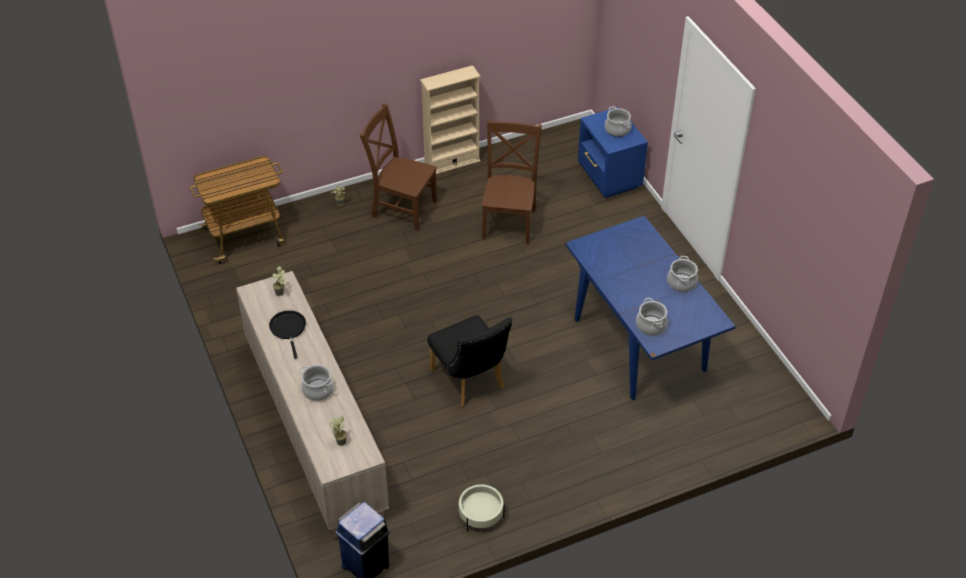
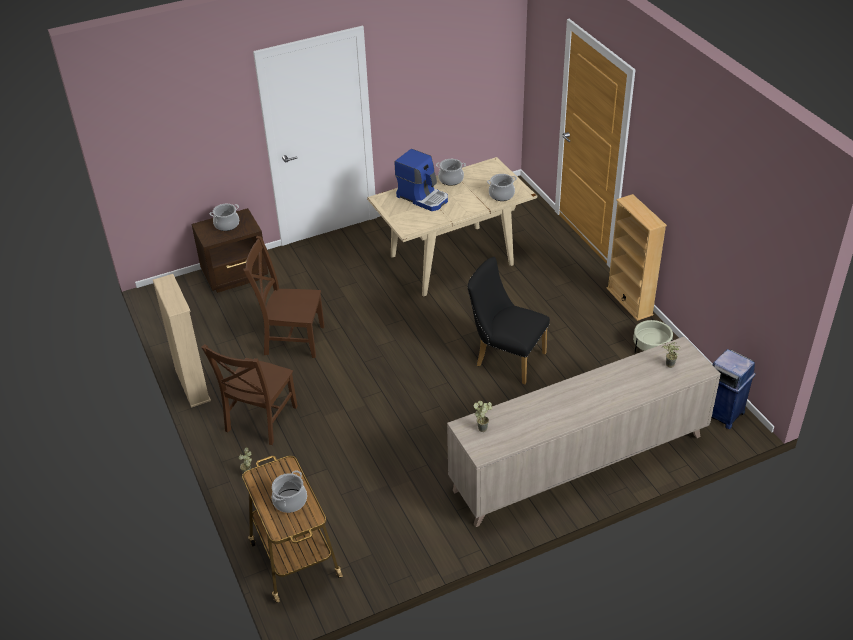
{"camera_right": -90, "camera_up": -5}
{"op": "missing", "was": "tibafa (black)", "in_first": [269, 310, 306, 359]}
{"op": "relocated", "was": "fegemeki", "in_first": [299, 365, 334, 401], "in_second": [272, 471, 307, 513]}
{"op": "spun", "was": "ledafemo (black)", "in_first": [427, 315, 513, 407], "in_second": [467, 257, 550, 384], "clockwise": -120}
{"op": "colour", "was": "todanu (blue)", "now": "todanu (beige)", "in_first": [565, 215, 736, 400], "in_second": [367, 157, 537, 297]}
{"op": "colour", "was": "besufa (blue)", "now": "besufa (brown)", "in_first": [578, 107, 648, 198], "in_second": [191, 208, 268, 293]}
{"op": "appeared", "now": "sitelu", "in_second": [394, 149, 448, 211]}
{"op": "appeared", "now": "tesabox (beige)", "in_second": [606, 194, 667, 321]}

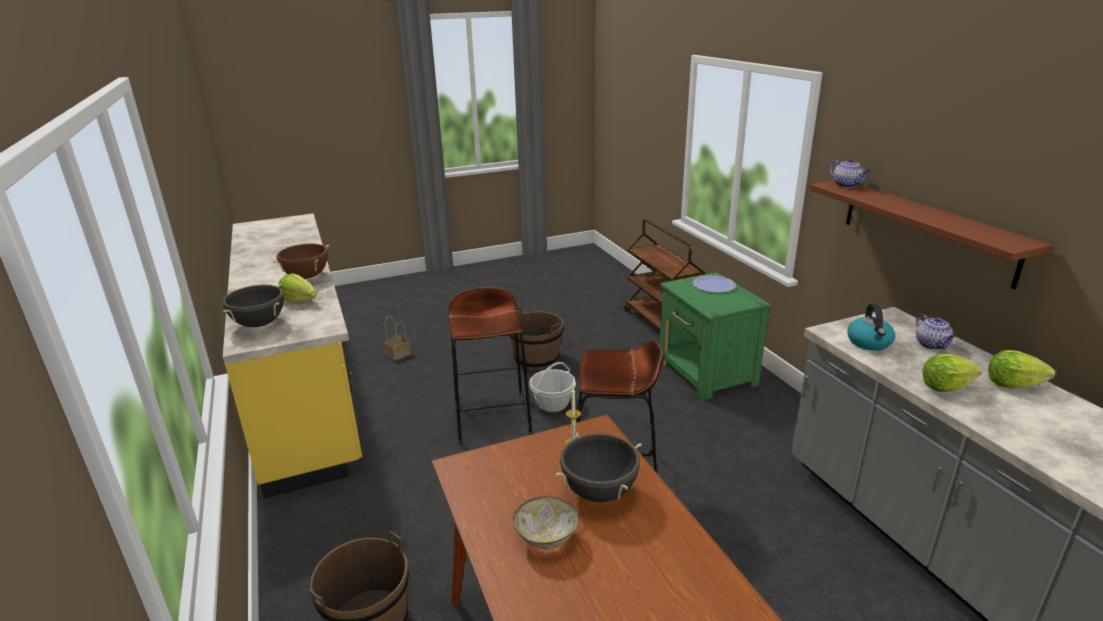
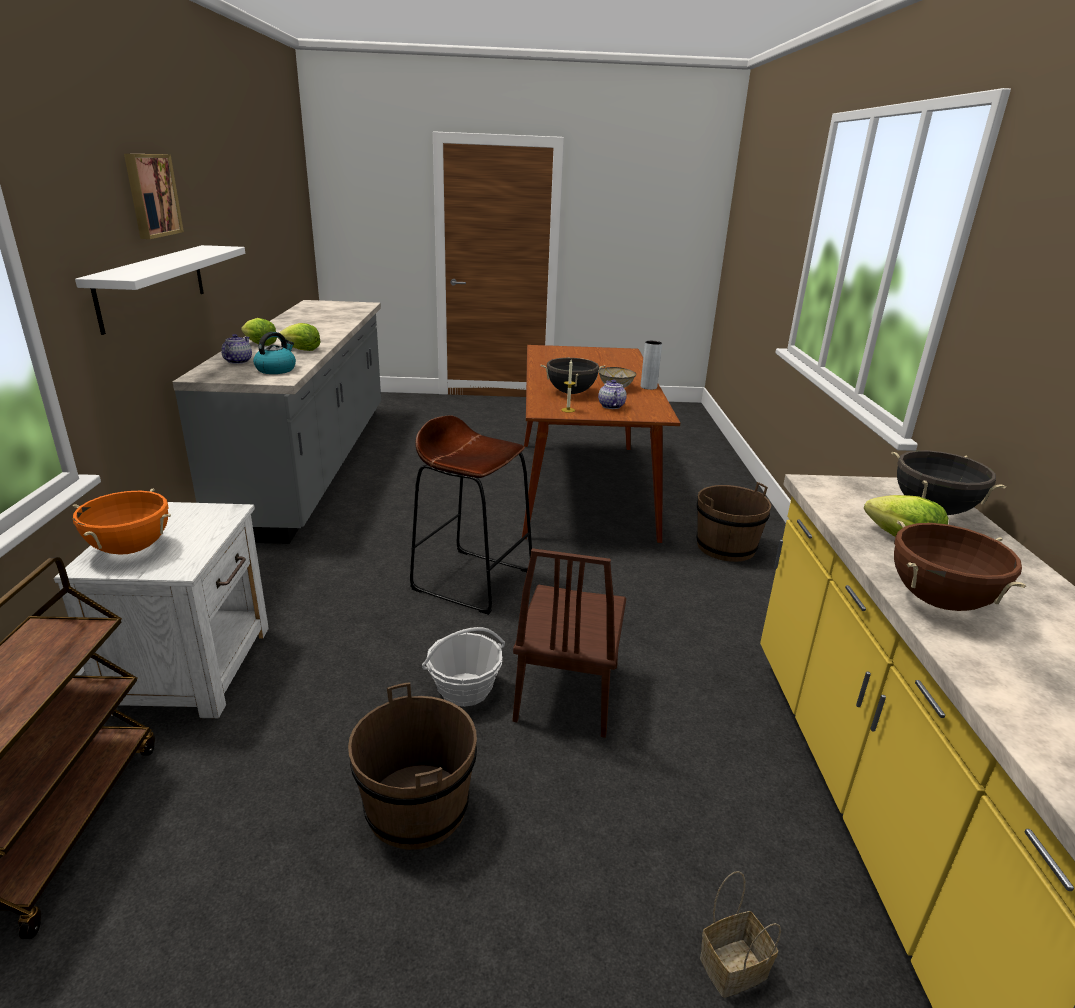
{"camera_right": -160, "camera_up": 0}
{"op": "exchanged", "was": "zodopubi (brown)", "now": "ledafemo (brown)", "in_first": [448, 287, 532, 444], "in_second": [513, 548, 626, 738]}
{"op": "colour", "was": "besufa (green)", "now": "besufa (white)", "in_first": [660, 272, 771, 401], "in_second": [54, 502, 269, 719]}
{"op": "exchanged", "was": "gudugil", "now": "fegemeki (orange)", "in_first": [693, 276, 736, 293], "in_second": [73, 488, 171, 554]}
{"op": "colour", "was": "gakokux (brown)", "now": "gakokux (white)", "in_first": [809, 181, 1052, 289], "in_second": [75, 245, 245, 335]}
{"op": "relocated", "was": "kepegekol", "in_first": [829, 158, 871, 188], "in_second": [598, 380, 627, 409]}
{"op": "appeared", "now": "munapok", "in_second": [124, 154, 184, 239]}
{"op": "appeared", "now": "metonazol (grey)", "in_second": [641, 341, 662, 390]}

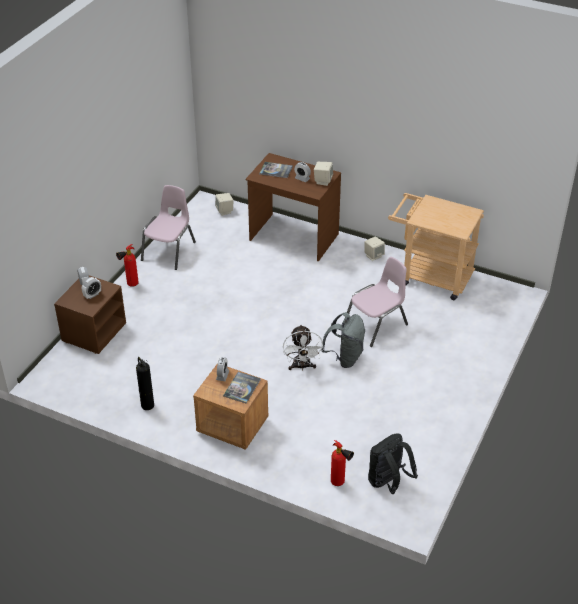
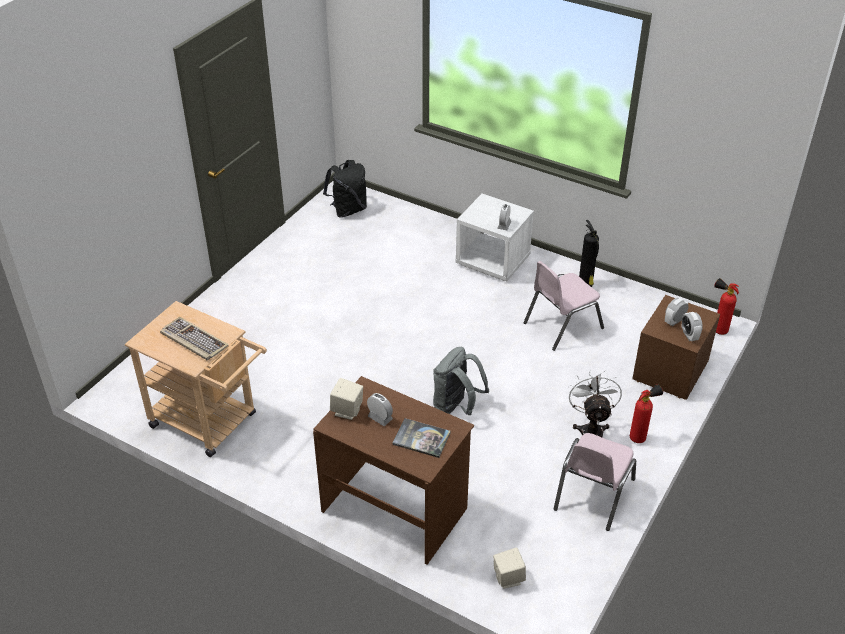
{"camera_right": -175, "camera_up": 0}
{"op": "colour", "was": "besufa (brown)", "now": "besufa (white)", "in_first": [193, 363, 268, 450], "in_second": [456, 194, 534, 281]}
{"op": "missing", "was": "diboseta", "in_first": [223, 372, 261, 404]}
{"op": "relocated", "was": "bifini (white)", "in_first": [283, 325, 324, 371], "in_second": [568, 370, 622, 437]}
{"op": "relocated", "was": "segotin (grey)", "in_first": [322, 312, 365, 368], "in_second": [433, 347, 489, 415]}
{"op": "relocated", "was": "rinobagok", "in_first": [331, 440, 354, 486], "in_second": [714, 278, 739, 335]}
{"op": "relocated", "was": "ledafemo (pink)", "in_first": [344, 257, 408, 347], "in_second": [524, 261, 604, 351]}
{"op": "missing", "was": "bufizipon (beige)", "in_first": [364, 237, 385, 261]}
{"op": "appeared", "now": "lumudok", "in_second": [160, 317, 229, 360]}

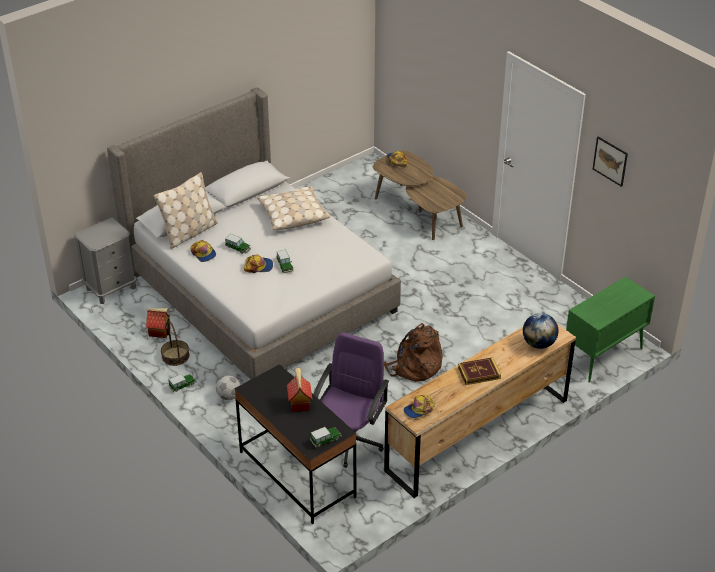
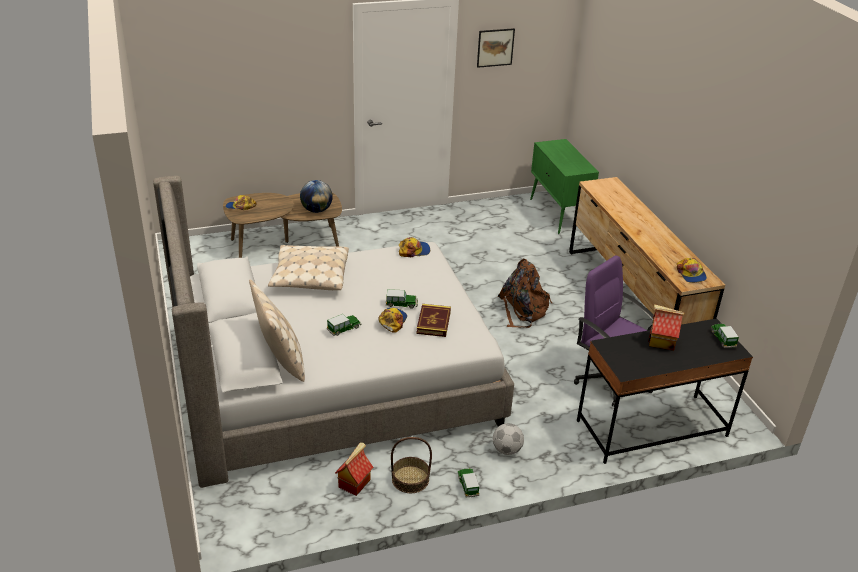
{"camera_right": -70, "camera_up": -5}
{"op": "missing", "was": "besufa (grey)", "in_first": [74, 217, 137, 304]}
{"op": "relocated", "was": "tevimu", "in_first": [190, 240, 216, 262], "in_second": [399, 237, 430, 257]}
{"op": "relocated", "was": "diboseta", "in_first": [458, 357, 501, 385], "in_second": [416, 304, 451, 337]}
{"op": "relocated", "was": "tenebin", "in_first": [523, 313, 558, 349], "in_second": [300, 180, 333, 213]}

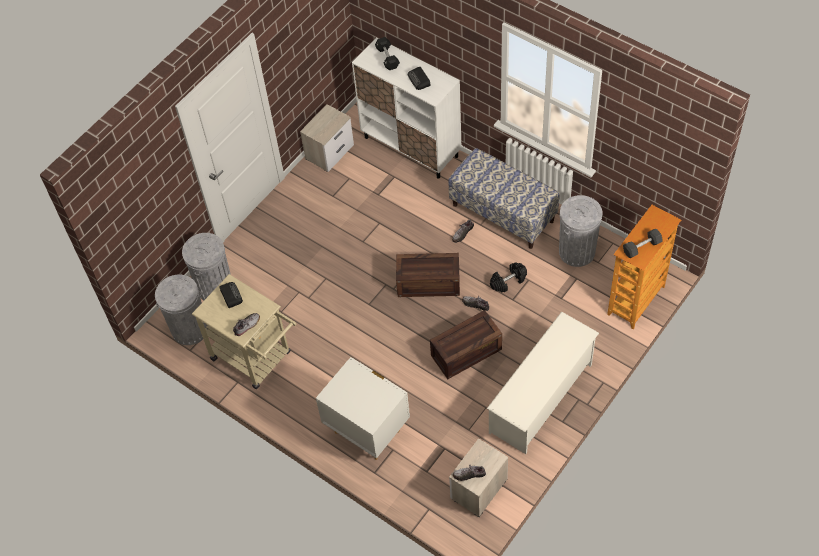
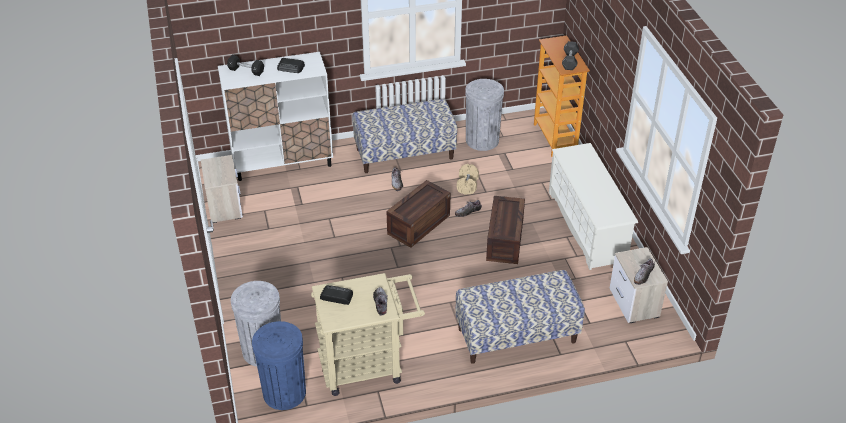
{"camera_right": -55, "camera_up": -15}
{"op": "colour", "was": "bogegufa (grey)", "now": "bogegufa (blue)", "in_first": [155, 274, 207, 345], "in_second": [252, 321, 306, 410]}
{"op": "exchanged", "was": "besufa (white)", "now": "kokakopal", "in_first": [316, 357, 410, 460], "in_second": [456, 270, 585, 364]}
{"op": "colour", "was": "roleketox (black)", "now": "roleketox (beige)", "in_first": [490, 263, 527, 292], "in_second": [457, 164, 479, 195]}

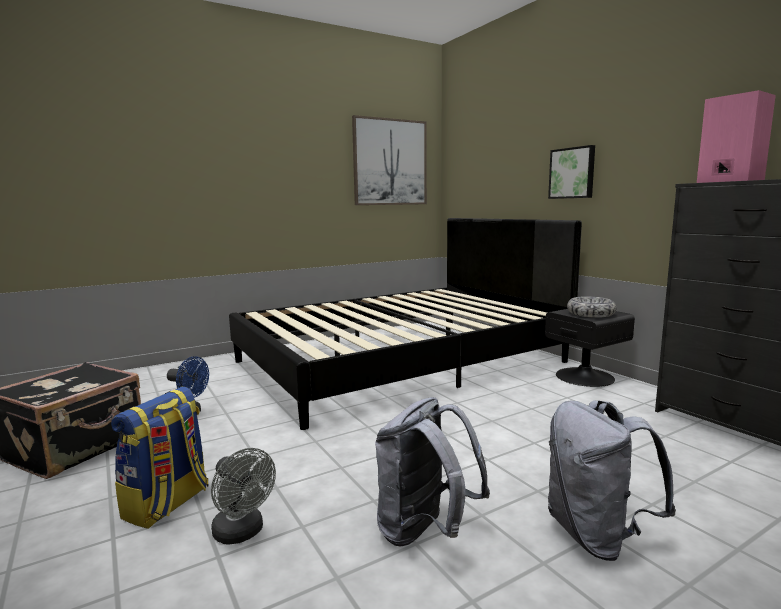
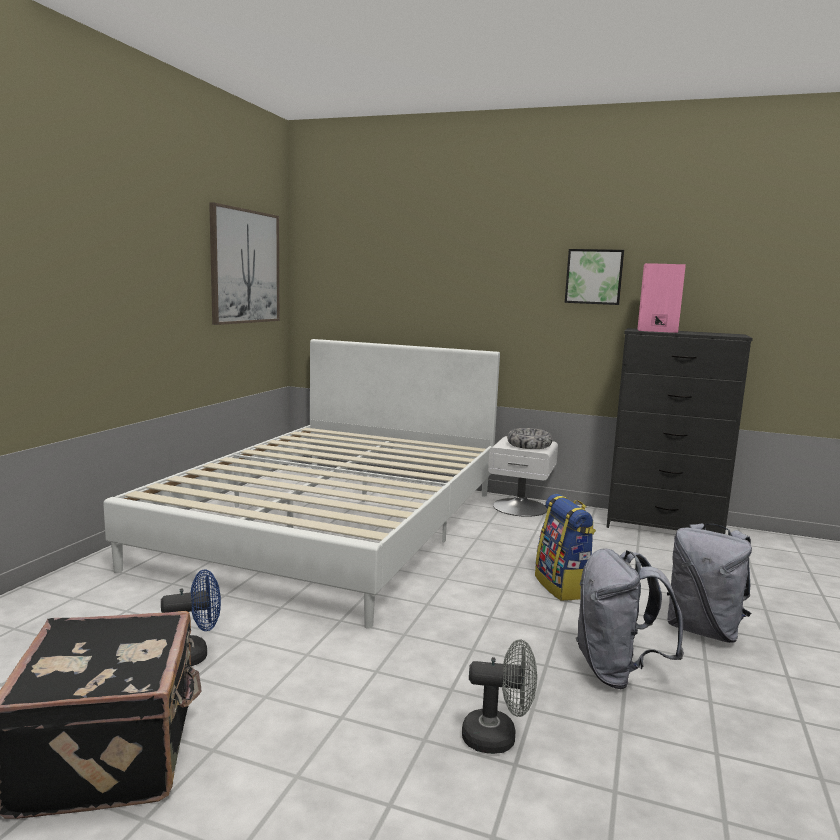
{"camera_right": -40, "camera_up": 0}
{"op": "relocated", "was": "segotin", "in_first": [111, 387, 208, 529], "in_second": [535, 494, 596, 601]}
{"op": "colour", "was": "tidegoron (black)", "now": "tidegoron (white)", "in_first": [229, 218, 582, 430], "in_second": [103, 339, 500, 628]}
{"op": "colour", "was": "besufa (black)", "now": "besufa (white)", "in_first": [545, 309, 635, 387], "in_second": [488, 436, 558, 517]}
{"op": "relocated", "was": "munapok", "in_first": [548, 145, 595, 199], "in_second": [565, 249, 624, 305]}

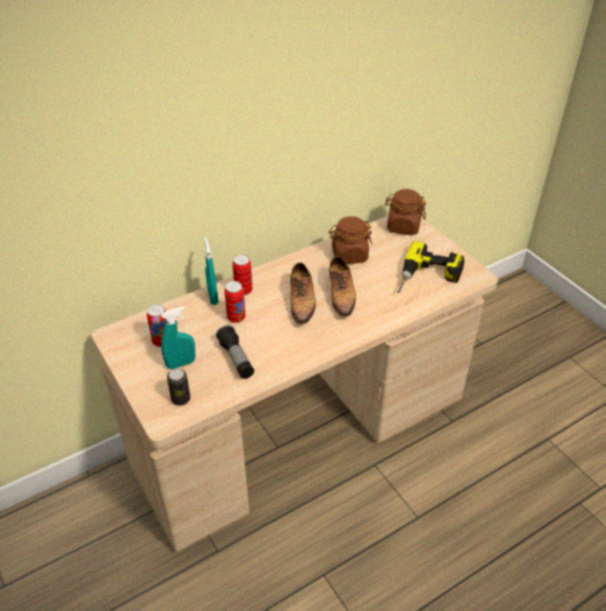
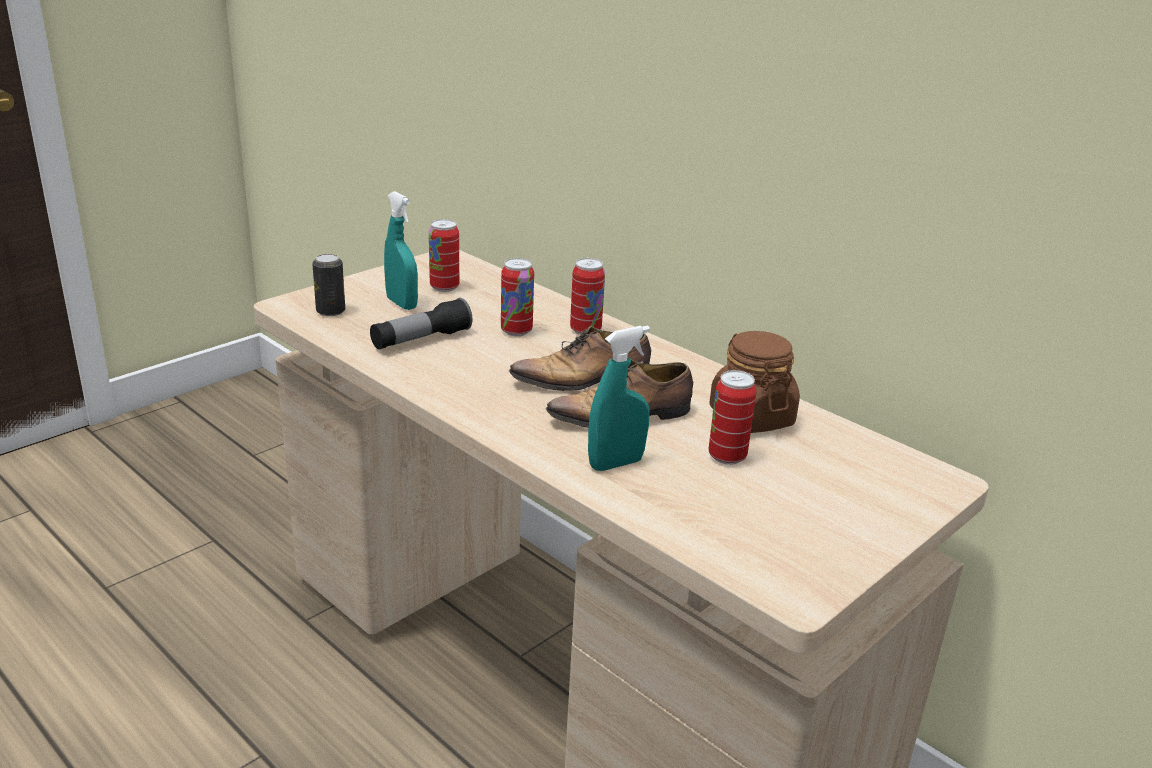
{"camera_right": 75, "camera_up": -15}
{"op": "relocated", "was": "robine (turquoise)", "in_first": [204, 237, 219, 305], "in_second": [588, 326, 650, 471]}
{"op": "missing", "was": "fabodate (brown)", "in_first": [385, 189, 426, 235]}
{"op": "missing", "was": "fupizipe", "in_first": [398, 241, 464, 293]}
{"op": "appeared", "now": "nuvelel", "in_second": [709, 370, 756, 465]}

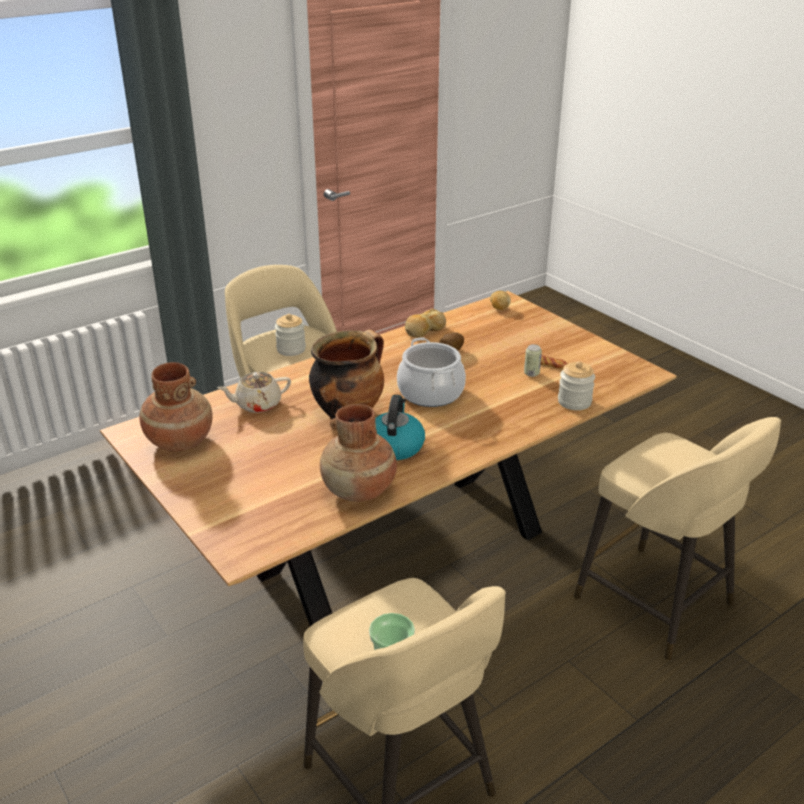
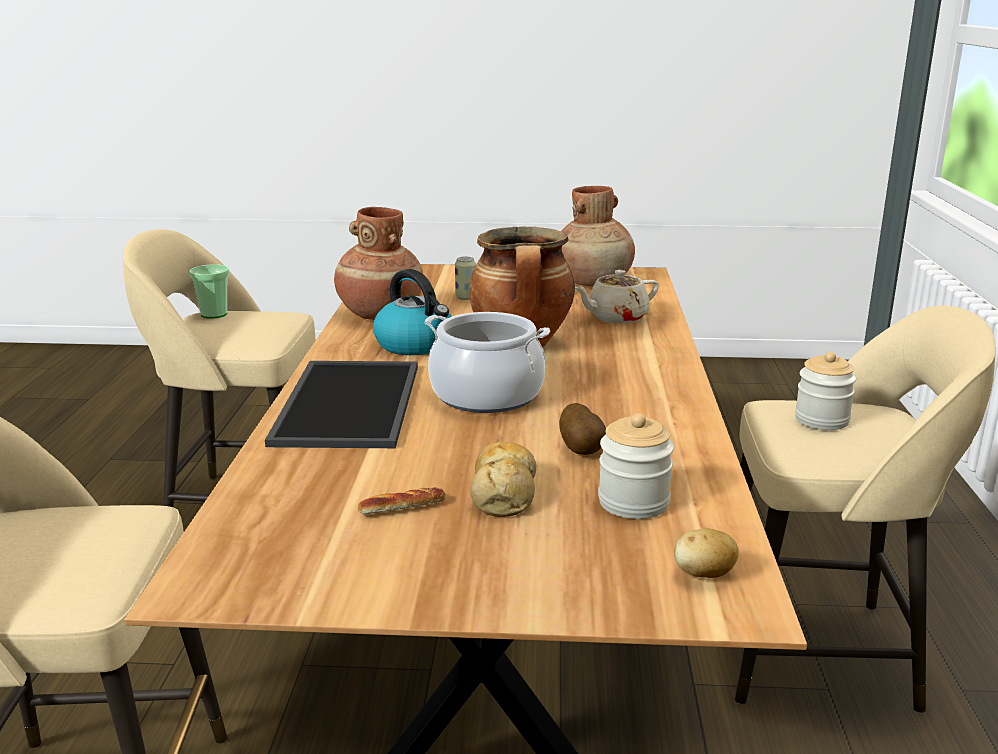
{"camera_right": 130, "camera_up": -10}
{"op": "spun", "was": "kepegekol (beige)", "in_first": [217, 372, 291, 413], "in_second": [575, 270, 659, 323], "clockwise": -135}
{"op": "relocated", "was": "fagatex", "in_first": [405, 309, 446, 338], "in_second": [470, 442, 536, 517]}
{"op": "relocated", "was": "nuvelel", "in_first": [524, 344, 542, 377], "in_second": [455, 257, 476, 300]}
{"op": "relocated", "was": "fabodate", "in_first": [558, 361, 595, 410], "in_second": [598, 413, 674, 519]}
{"op": "appeared", "now": "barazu", "in_second": [265, 361, 418, 448]}

